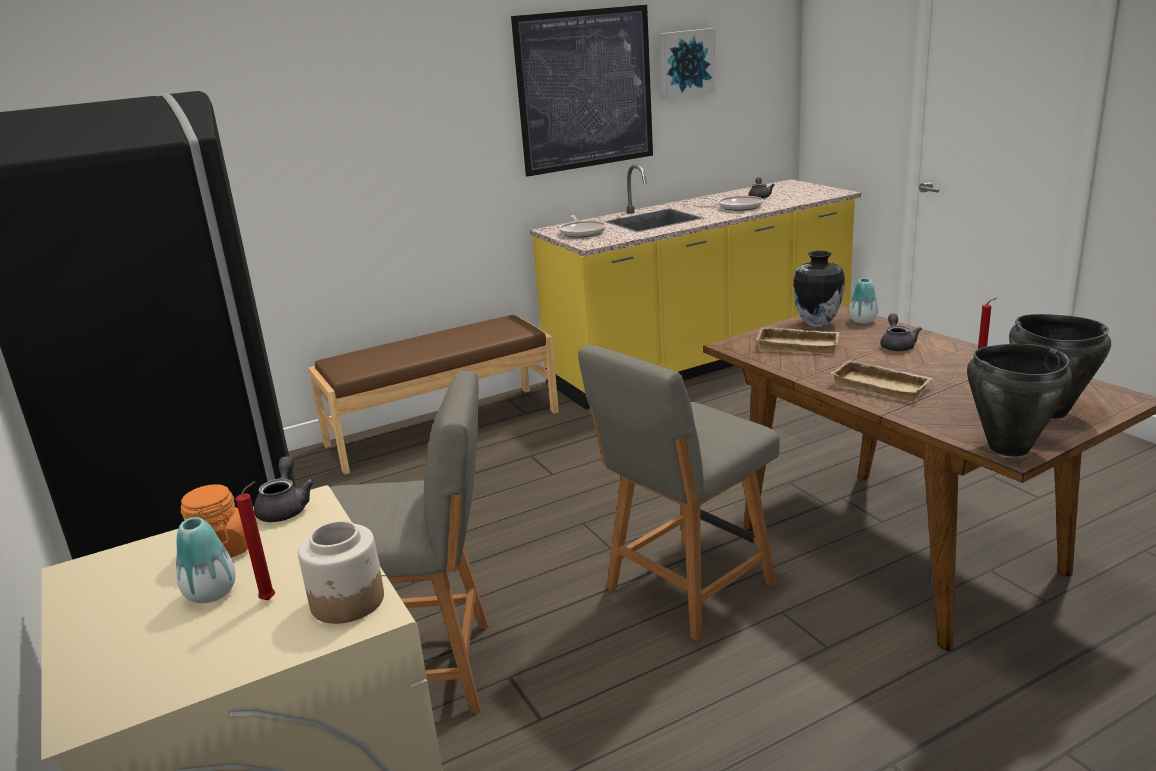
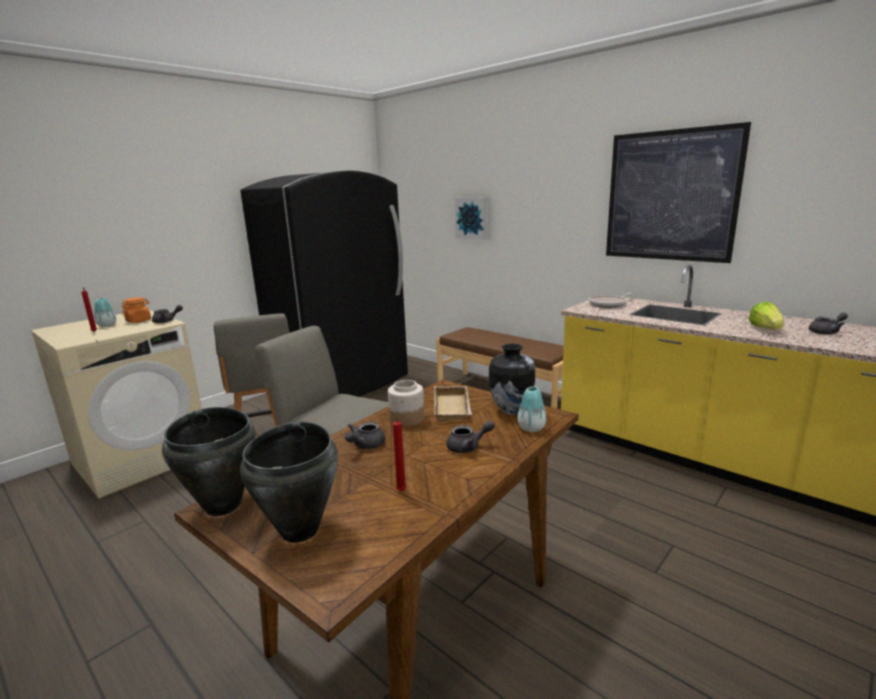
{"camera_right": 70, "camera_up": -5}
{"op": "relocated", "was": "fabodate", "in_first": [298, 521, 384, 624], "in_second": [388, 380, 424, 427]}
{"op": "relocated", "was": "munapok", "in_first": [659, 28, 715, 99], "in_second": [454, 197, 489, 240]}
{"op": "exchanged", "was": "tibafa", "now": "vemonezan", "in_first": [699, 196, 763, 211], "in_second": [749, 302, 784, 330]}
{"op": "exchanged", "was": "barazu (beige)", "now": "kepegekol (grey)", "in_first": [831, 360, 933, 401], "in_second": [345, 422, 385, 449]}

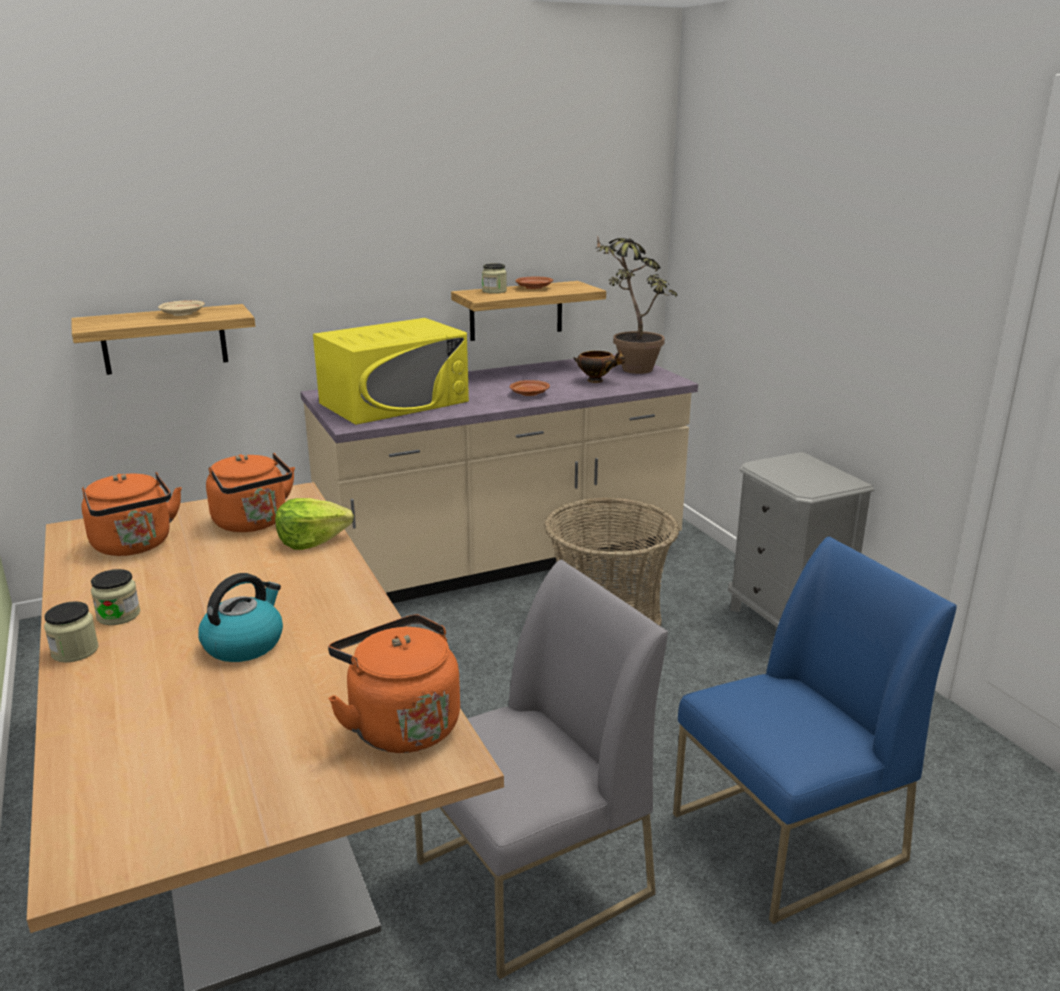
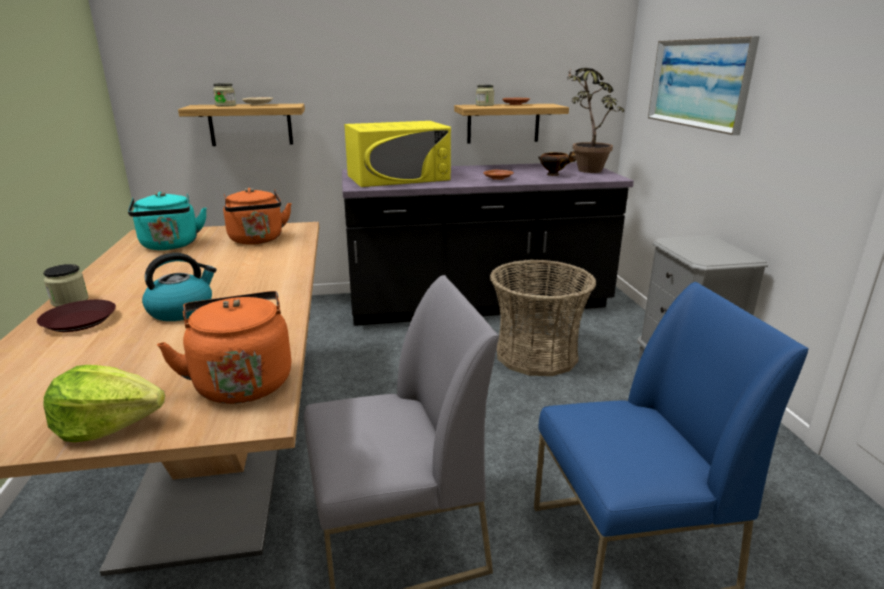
{"camera_right": 15, "camera_up": 0}
{"op": "colour", "was": "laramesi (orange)", "now": "laramesi (turquoise)", "in_first": [81, 472, 182, 556], "in_second": [128, 192, 207, 250]}
{"op": "relocated", "was": "fabodate", "in_first": [91, 569, 141, 625], "in_second": [213, 83, 236, 107]}
{"op": "relocated", "was": "vemonezan", "in_first": [275, 498, 354, 550], "in_second": [43, 365, 165, 442]}
{"op": "colour", "was": "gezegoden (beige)", "now": "gezegoden (black)", "in_first": [301, 354, 698, 603], "in_second": [342, 162, 634, 326]}
{"op": "appeared", "now": "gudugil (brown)", "in_second": [37, 300, 116, 332]}
{"op": "appeared", "now": "munapok", "in_second": [648, 36, 760, 135]}

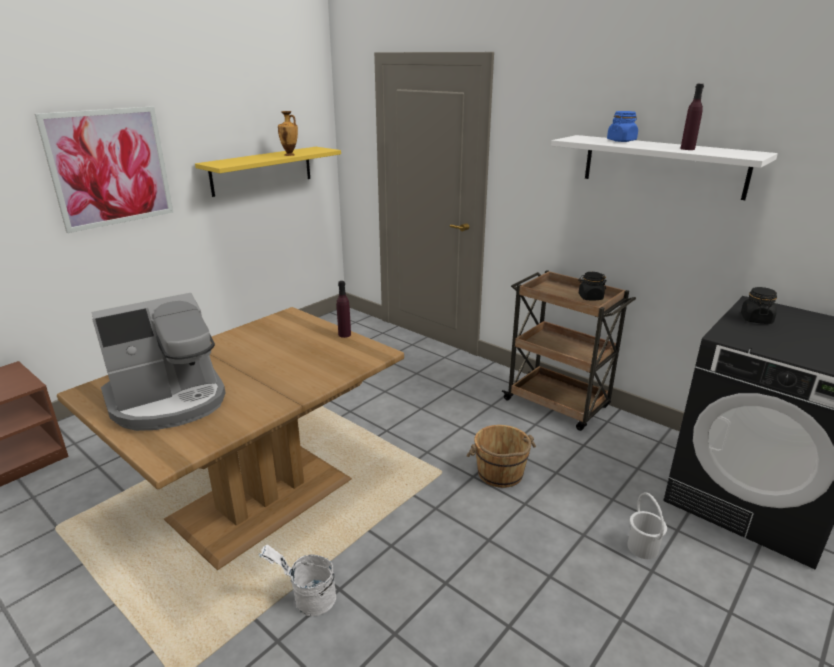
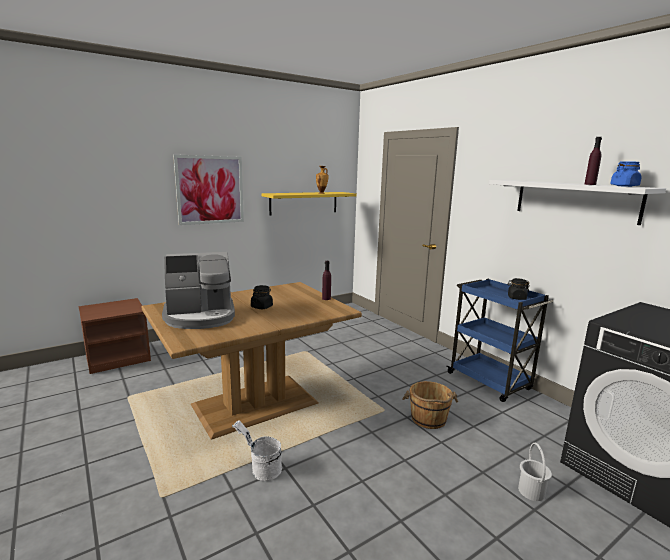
{"camera_right": 15, "camera_up": -10}
{"op": "colour", "was": "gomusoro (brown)", "now": "gomusoro (blue)", "in_first": [502, 270, 636, 431], "in_second": [447, 279, 553, 402]}
{"op": "relocated", "was": "fabodate (blue)", "in_first": [607, 111, 638, 142], "in_second": [610, 161, 642, 187]}
{"op": "relocated", "was": "fabodate (black)", "in_first": [741, 287, 777, 324], "in_second": [251, 285, 273, 309]}

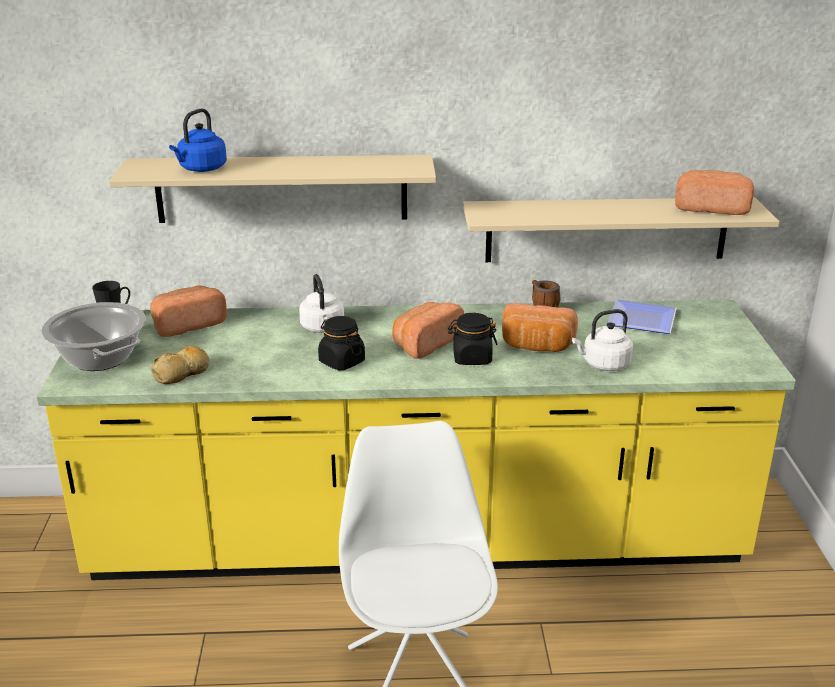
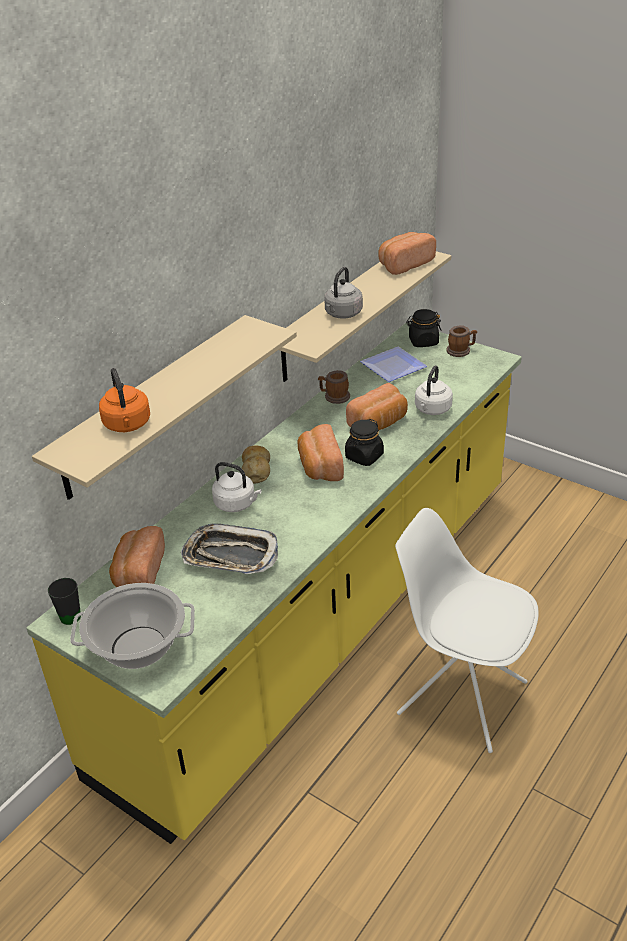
{"camera_right": -50, "camera_up": 10}
{"op": "relocated", "was": "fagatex", "in_first": [151, 346, 209, 384], "in_second": [242, 446, 270, 483]}
{"op": "colour", "was": "laramesi (blue)", "now": "laramesi (orange)", "in_first": [169, 108, 227, 172], "in_second": [99, 368, 150, 432]}
{"op": "relocated", "was": "fabodate (black)", "in_first": [318, 316, 365, 370], "in_second": [406, 309, 441, 347]}
{"op": "appeared", "now": "barazu", "in_second": [181, 524, 278, 574]}
{"op": "appeared", "now": "laramesi (grey)", "in_second": [324, 267, 363, 319]}
{"op": "appeared", "now": "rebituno", "in_second": [446, 325, 477, 357]}

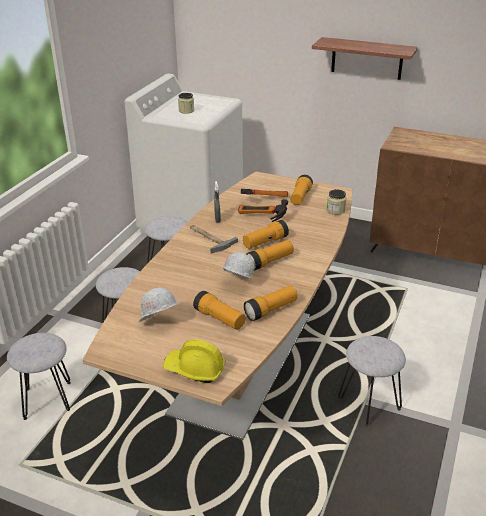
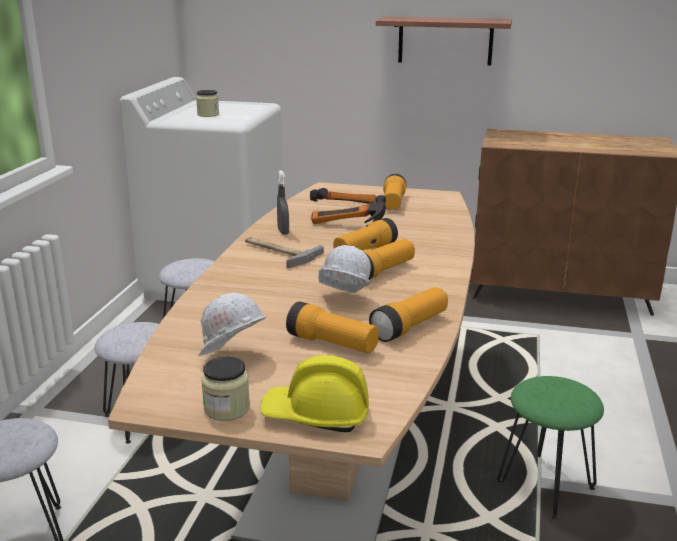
{"camera_right": -10, "camera_up": -10}
{"op": "relocated", "was": "fabodate", "in_first": [327, 189, 347, 215], "in_second": [201, 356, 250, 421]}
{"op": "colour", "was": "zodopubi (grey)", "now": "zodopubi (green)", "in_first": [338, 336, 406, 427], "in_second": [497, 376, 604, 519]}

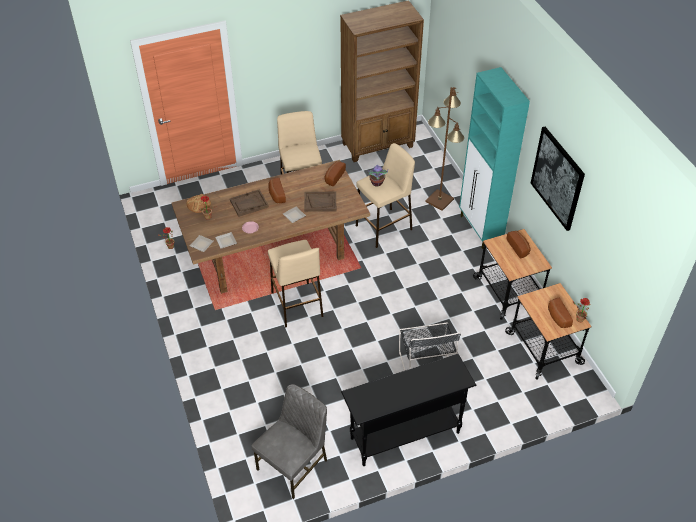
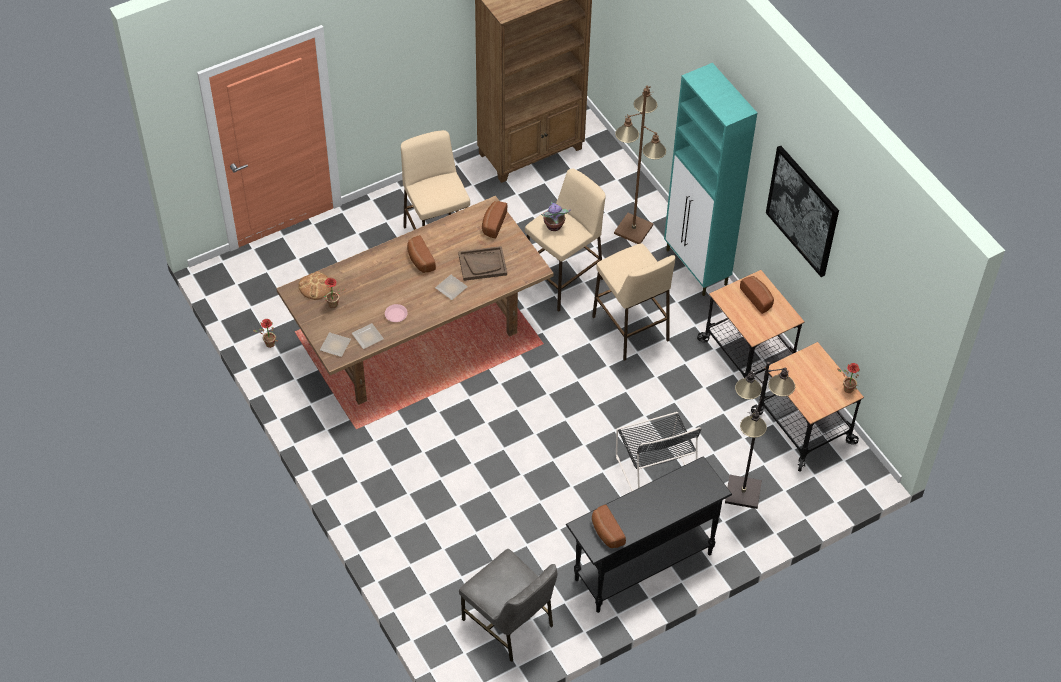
{"camera_right": -10, "camera_up": 5}
{"op": "missing", "was": "barazu (brown)", "in_first": [230, 189, 269, 217]}
{"op": "spun", "was": "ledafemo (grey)", "in_first": [251, 384, 327, 499], "in_second": [459, 549, 557, 662], "clockwise": 105}
{"op": "relocated", "was": "zodopubi (beige)", "in_first": [268, 240, 323, 328], "in_second": [592, 243, 676, 361]}
{"op": "relocated", "was": "fagatex", "in_first": [548, 298, 573, 328], "in_second": [592, 504, 626, 548]}
{"op": "appeared", "now": "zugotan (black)", "in_second": [725, 362, 795, 509]}

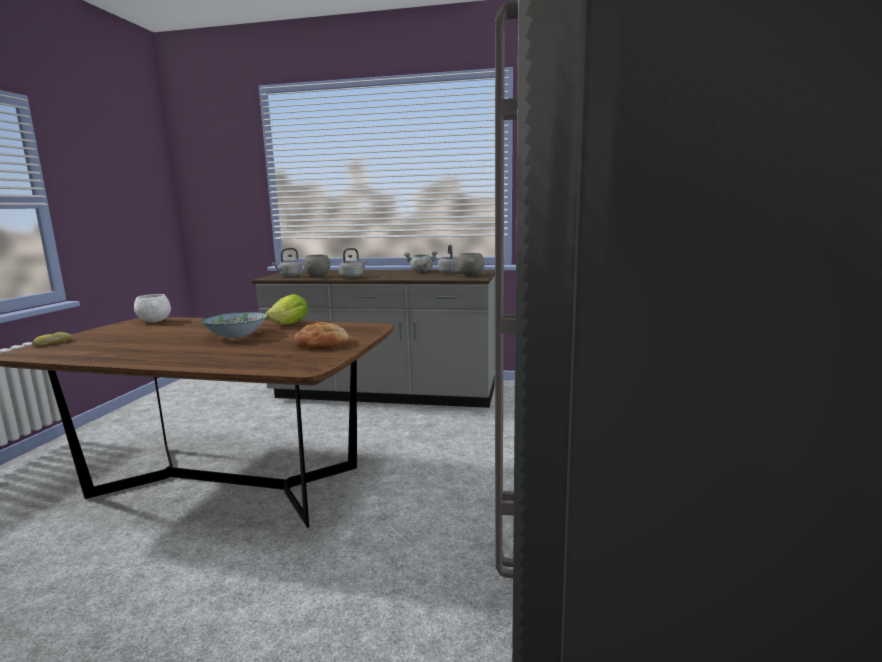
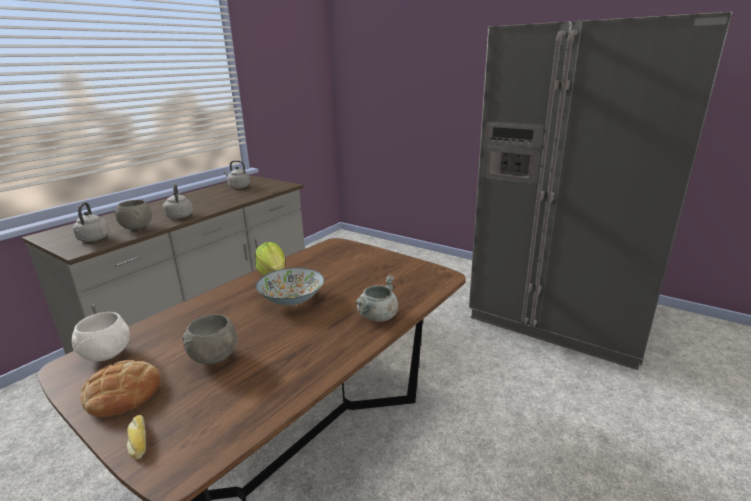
{"camera_right": -65, "camera_up": 10}
{"op": "relocated", "was": "fagatex", "in_first": [294, 322, 349, 349], "in_second": [81, 360, 160, 417]}
{"op": "relocated", "was": "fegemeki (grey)", "in_first": [404, 251, 438, 272], "in_second": [355, 275, 398, 322]}
{"op": "relocated", "was": "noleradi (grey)", "in_first": [457, 253, 484, 276], "in_second": [182, 314, 238, 365]}

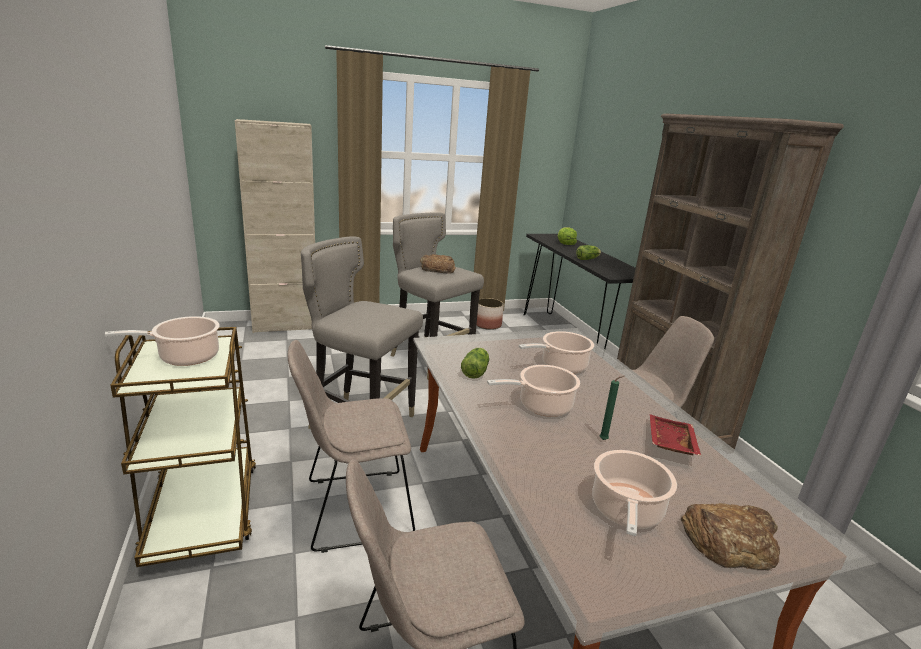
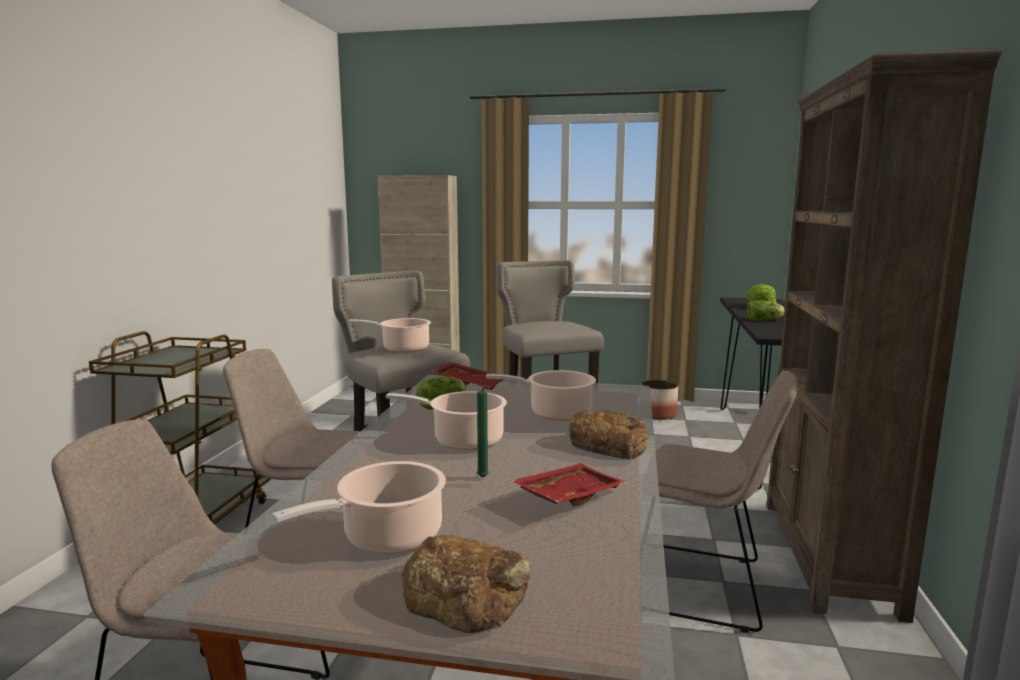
{"camera_right": 30, "camera_up": -10}
{"op": "relocated", "was": "fegemeki", "in_first": [105, 316, 220, 366], "in_second": [349, 318, 431, 353]}
{"op": "relocated", "was": "fagatex", "in_first": [420, 254, 456, 274], "in_second": [569, 410, 649, 459]}
{"op": "appeared", "now": "barazu (red)", "in_second": [432, 362, 505, 390]}

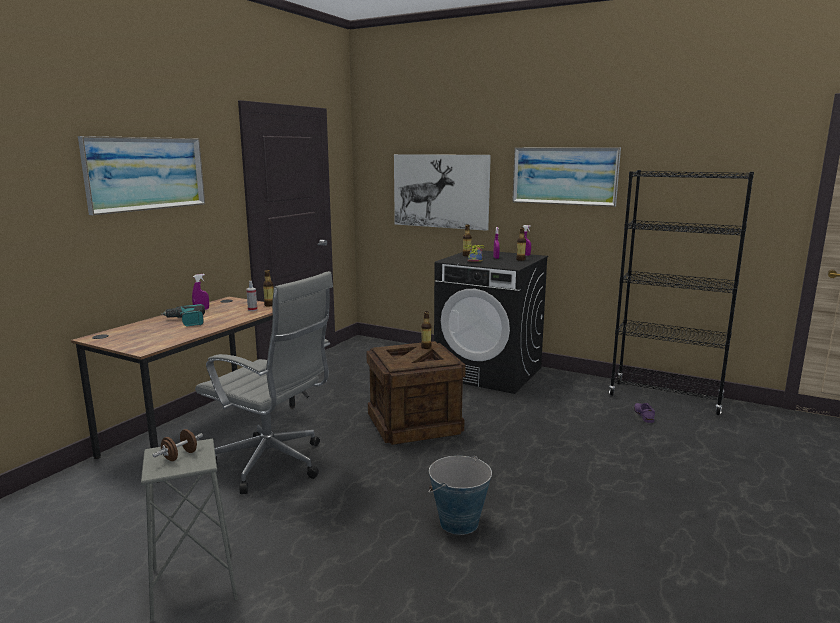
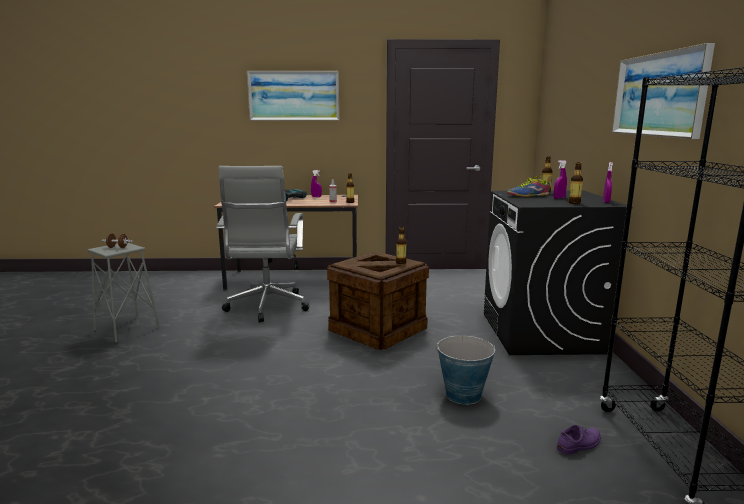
{"camera_right": 60, "camera_up": 0}
{"op": "missing", "was": "munapok", "in_first": [394, 154, 491, 231]}
{"op": "relocated", "was": "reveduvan", "in_first": [429, 456, 492, 535], "in_second": [436, 335, 495, 405]}

